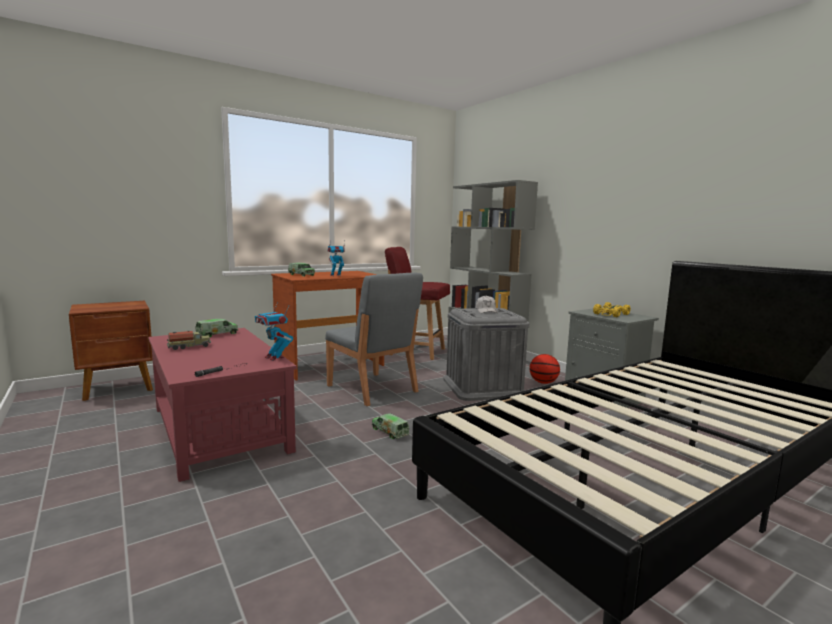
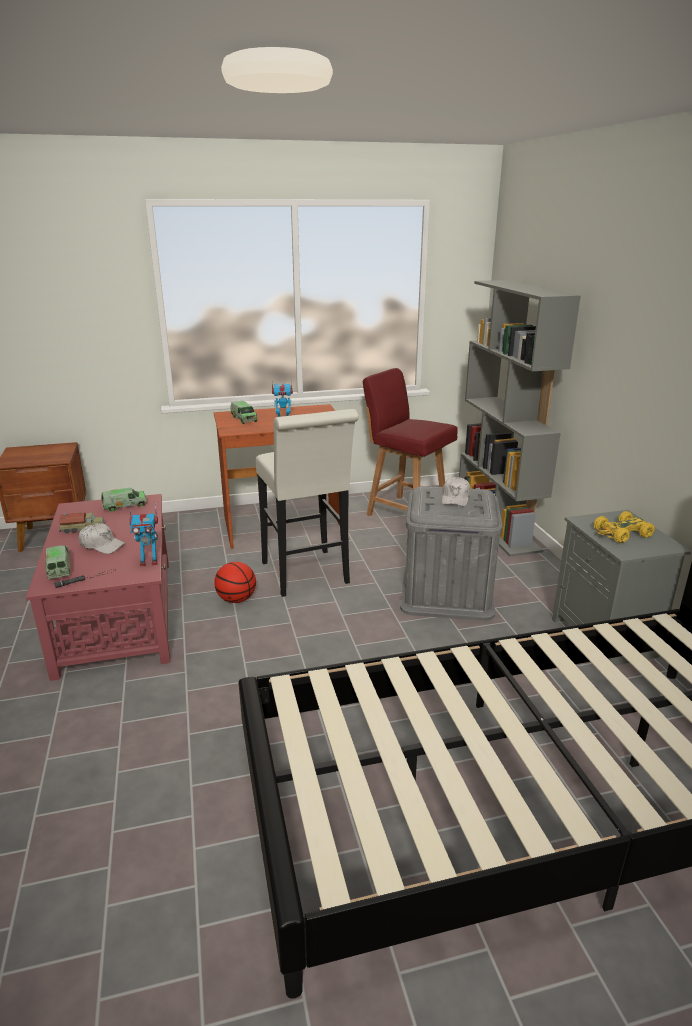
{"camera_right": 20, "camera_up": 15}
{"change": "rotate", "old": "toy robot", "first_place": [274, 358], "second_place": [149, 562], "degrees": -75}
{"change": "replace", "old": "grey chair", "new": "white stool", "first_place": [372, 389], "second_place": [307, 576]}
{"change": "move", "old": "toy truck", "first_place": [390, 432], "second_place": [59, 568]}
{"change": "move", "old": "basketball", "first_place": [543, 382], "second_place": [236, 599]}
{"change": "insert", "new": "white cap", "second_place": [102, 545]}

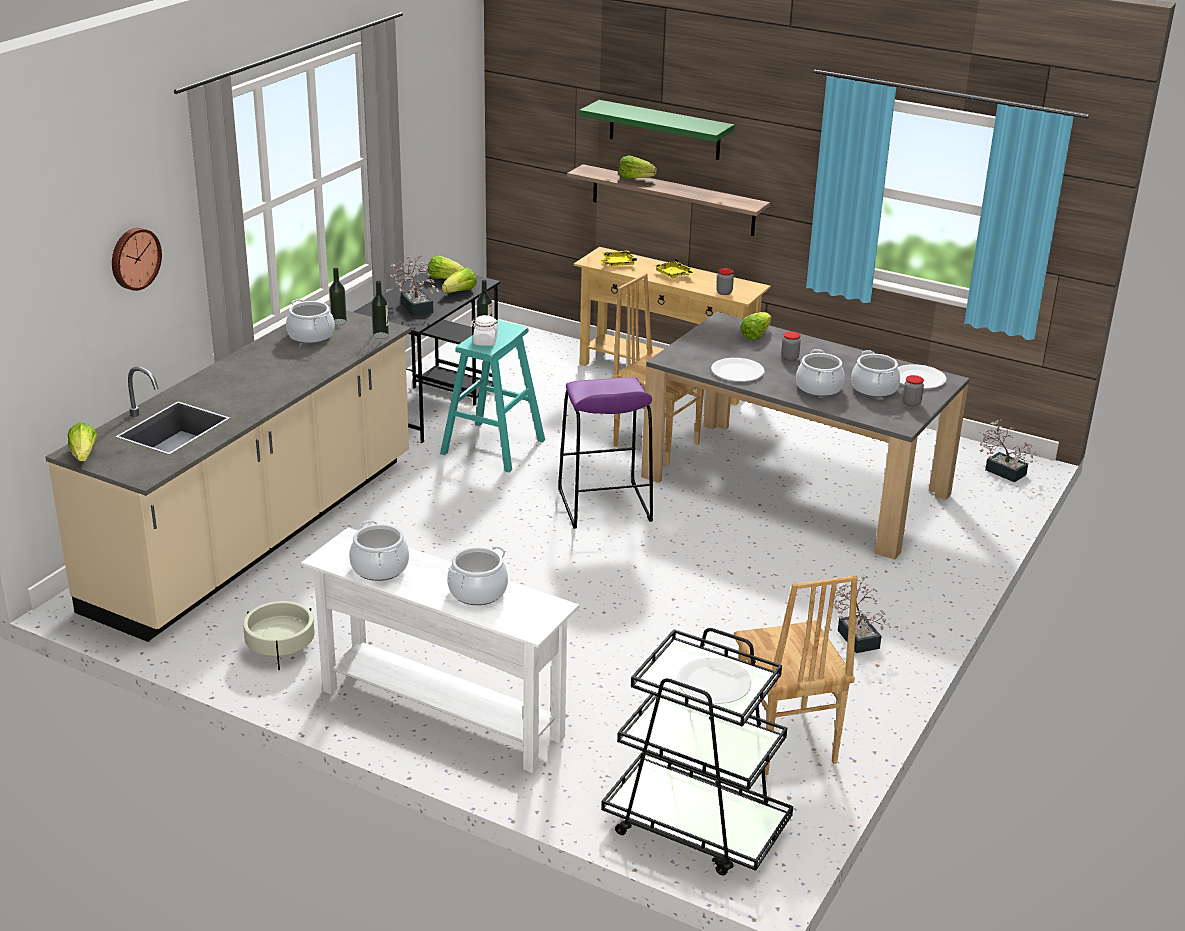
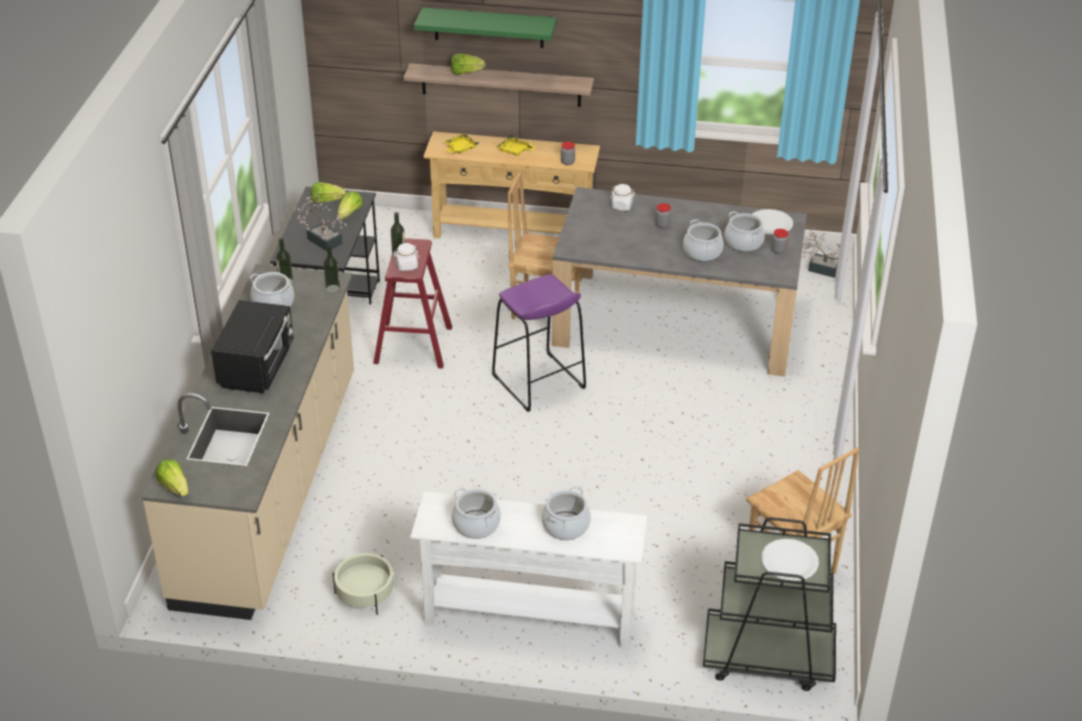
{"camera_right": -20, "camera_up": 10}
{"change": "delete", "old": "wall clock", "first_place": [134, 258]}
{"change": "recolor", "old": "turquoise stool", "new": "red stool", "first_place": [493, 447], "second_place": [413, 345]}
{"change": "delete", "old": "white plate", "first_place": [737, 371]}
{"change": "replace", "old": "lettuce", "new": "white jar", "first_place": [755, 335], "second_place": [622, 206]}
{"change": "delete", "old": "potted plant", "first_place": [856, 636]}
{"change": "insert", "new": "black microwave", "second_place": [258, 366]}

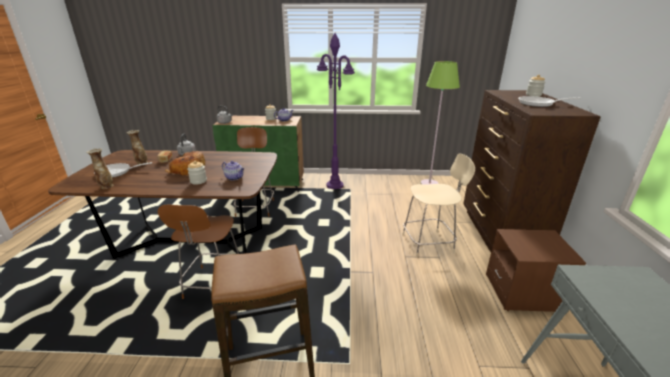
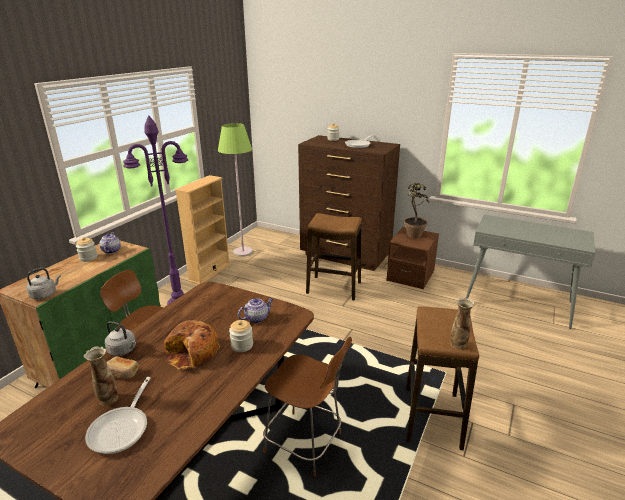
{"camera_right": -65, "camera_up": 0}
{"change": "move", "old": "vase", "first_place": [106, 186], "second_place": [458, 345]}
{"change": "replace", "old": "beige chair", "new": "stool", "first_place": [429, 243], "second_place": [334, 288]}
{"change": "insert", "new": "beige bookcase", "second_place": [210, 272]}
{"change": "insert", "new": "potted plant", "second_place": [412, 237]}

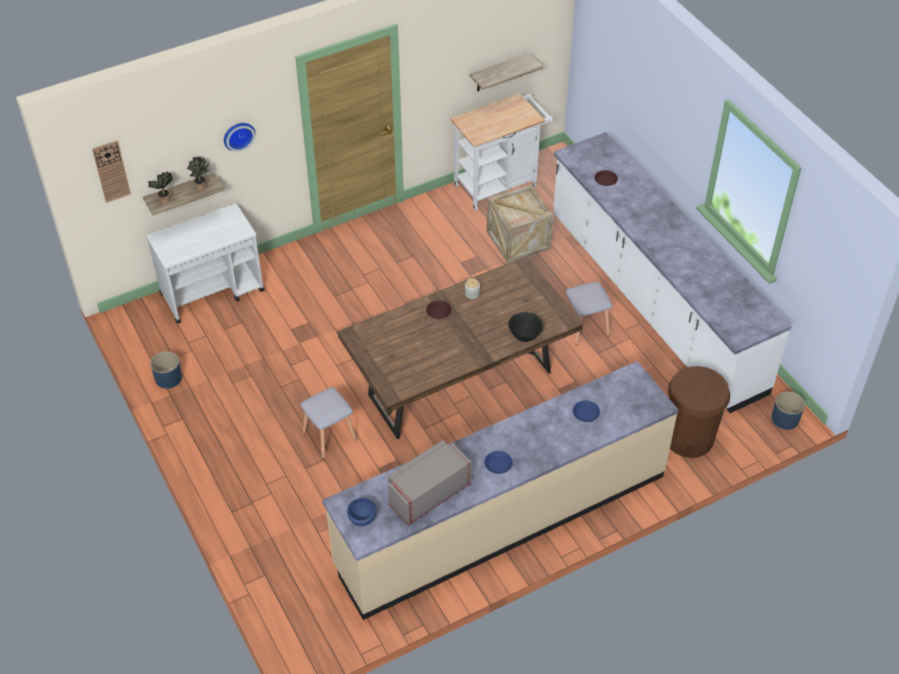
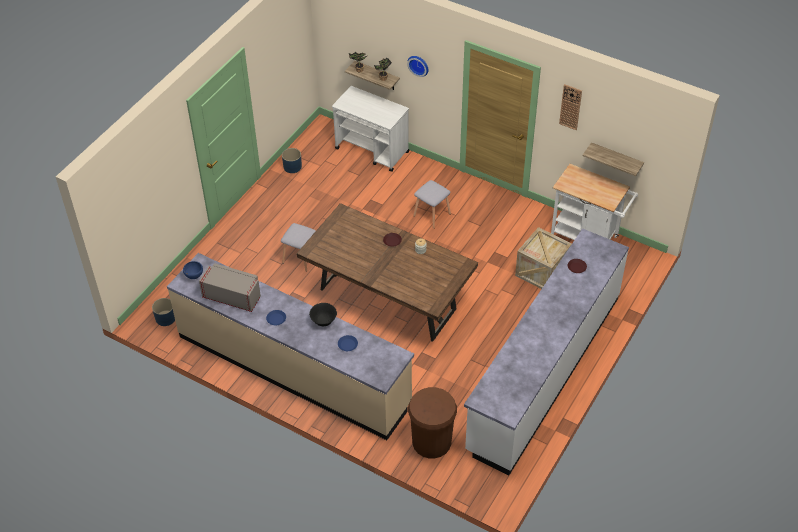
{"camera_right": 60, "camera_up": 0}
{"change": "move", "old": "wall clock", "first_place": [111, 171], "second_place": [570, 107]}
{"change": "move", "old": "black bowl", "first_place": [524, 336], "second_place": [323, 321]}
{"change": "move", "old": "grey stool", "first_place": [586, 327], "second_place": [432, 215]}
{"change": "move", "old": "blue planter", "first_place": [785, 419], "second_place": [165, 318]}

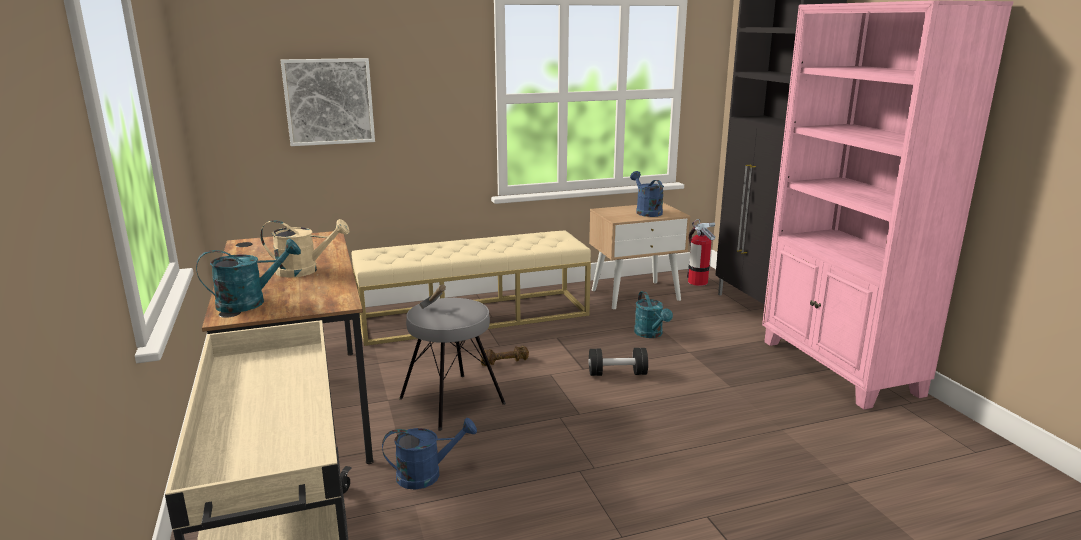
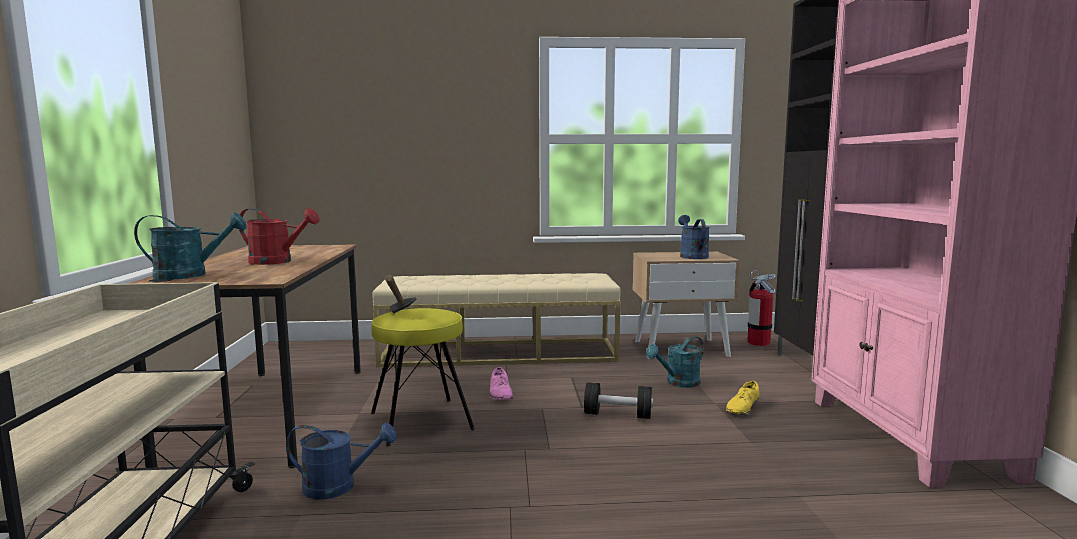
{"camera_right": 15, "camera_up": -10}
{"change": "recolor", "old": "beige watering can", "new": "red watering can", "first_place": [305, 270], "second_place": [277, 262]}
{"change": "delete", "old": "picture", "first_place": [329, 101]}
{"change": "recolor", "old": "grey stool", "new": "yellow stool", "first_place": [452, 401], "second_place": [422, 421]}
{"change": "replace", "old": "brown dumbbell", "new": "pink shoe", "first_place": [504, 362], "second_place": [500, 393]}
{"change": "rotate", "old": "turquoise watering can", "first_place": [651, 334], "second_place": [678, 383], "degrees": 60}
{"change": "insert", "new": "yellow shoe", "second_place": [743, 407]}

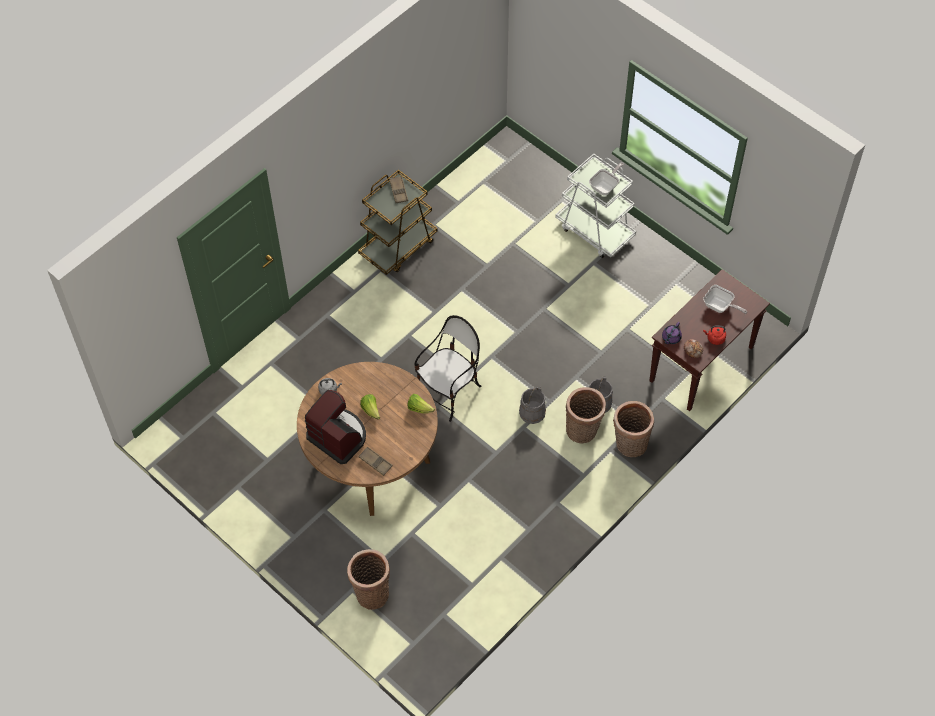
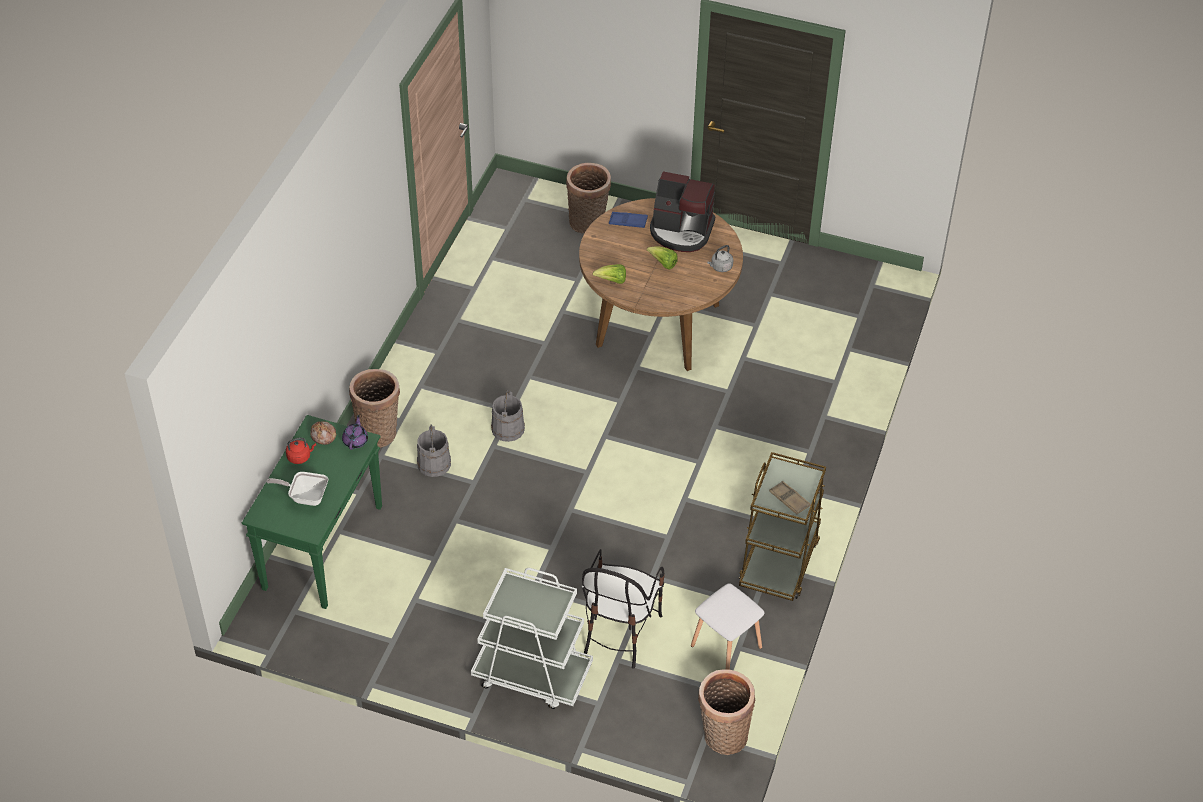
{"camera_right": 155, "camera_up": -10}
{"change": "recolor", "old": "brown tray", "new": "blue tray", "first_place": [375, 462], "second_place": [628, 222]}
{"change": "move", "old": "chair", "first_place": [449, 392], "second_place": [620, 632]}
{"change": "move", "old": "basket", "first_place": [583, 431], "second_place": [722, 735]}
{"change": "delete", "old": "frying pan", "first_place": [605, 186]}
{"change": "recolor", "old": "brown console table", "new": "green console table", "first_place": [701, 365], "second_place": [323, 546]}
{"change": "insert", "new": "white stool", "second_place": [725, 646]}

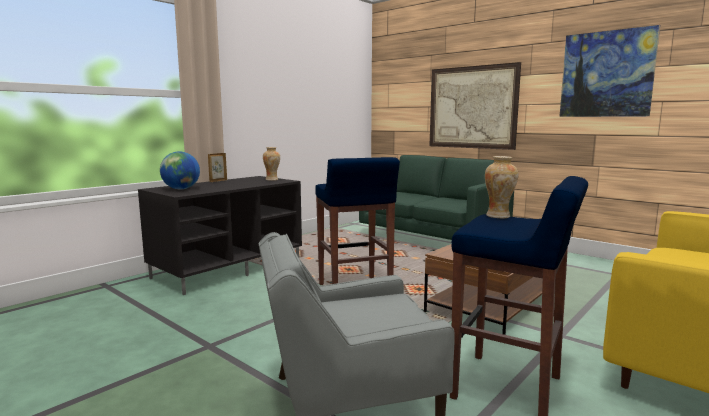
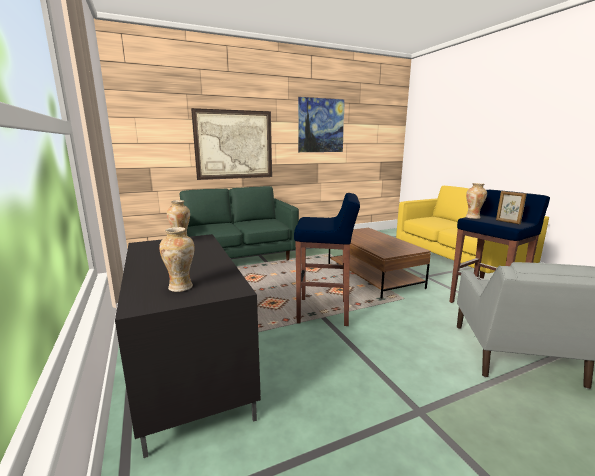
{"camera_right": -65, "camera_up": 5}
{"change": "replace", "old": "globe", "new": "vase", "first_place": [181, 189], "second_place": [181, 287]}
{"change": "move", "old": "picture frame", "first_place": [218, 181], "second_place": [507, 222]}

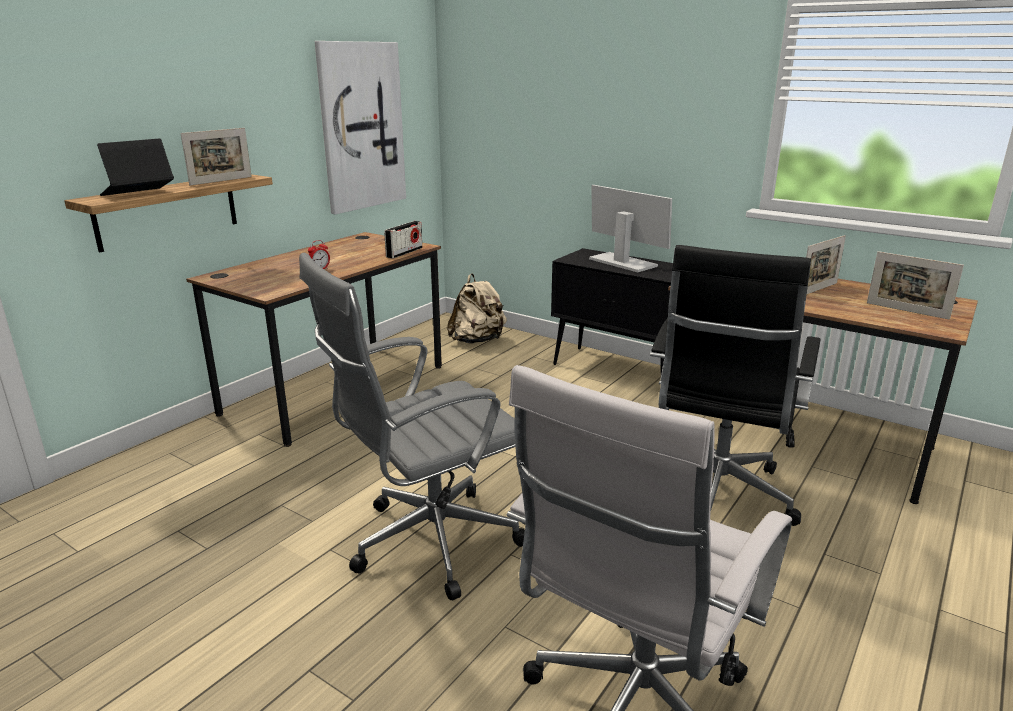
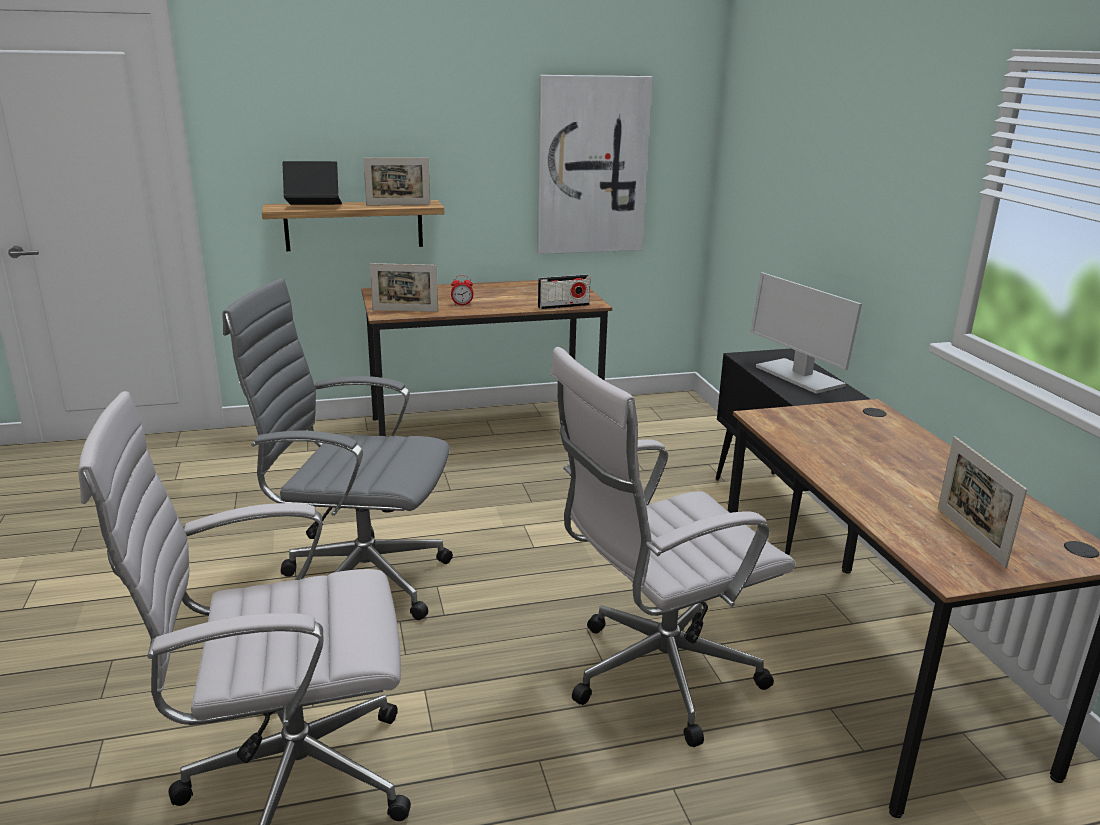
{"camera_right": 40, "camera_up": 0}
{"change": "delete", "old": "beige backpack", "first_place": [477, 341]}
{"change": "rotate", "old": "monitor", "first_place": [623, 263], "second_place": [798, 376], "degrees": 150}
{"change": "recolor", "old": "black office chair", "new": "white office chair", "first_place": [715, 498], "second_place": [655, 676]}
{"change": "move", "old": "picture frame", "first_place": [818, 289], "second_place": [405, 310]}

